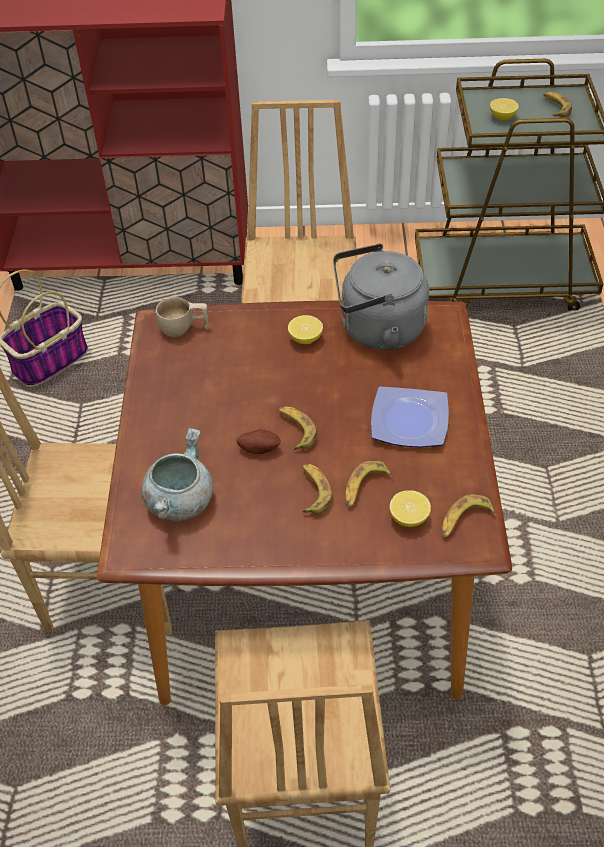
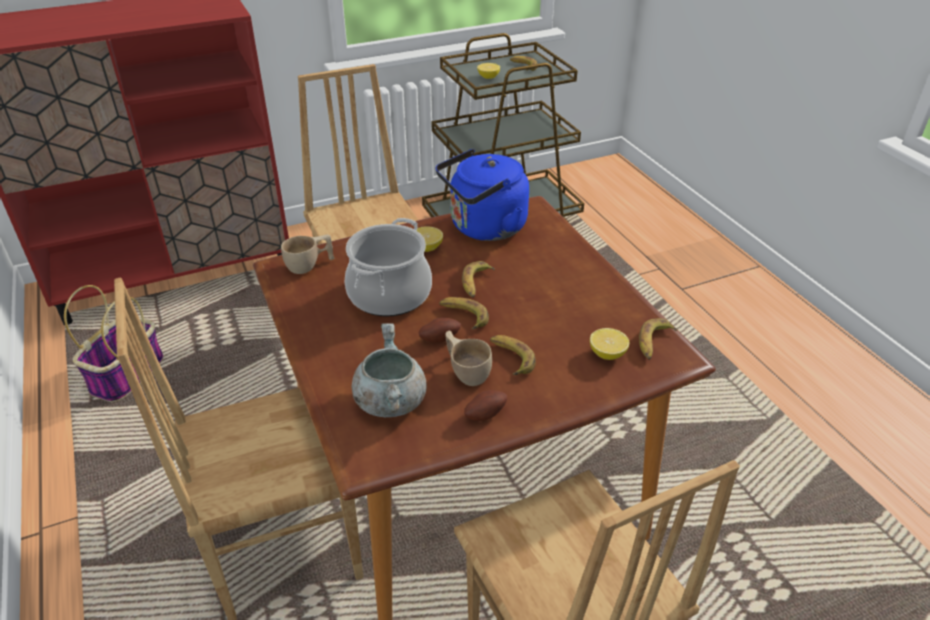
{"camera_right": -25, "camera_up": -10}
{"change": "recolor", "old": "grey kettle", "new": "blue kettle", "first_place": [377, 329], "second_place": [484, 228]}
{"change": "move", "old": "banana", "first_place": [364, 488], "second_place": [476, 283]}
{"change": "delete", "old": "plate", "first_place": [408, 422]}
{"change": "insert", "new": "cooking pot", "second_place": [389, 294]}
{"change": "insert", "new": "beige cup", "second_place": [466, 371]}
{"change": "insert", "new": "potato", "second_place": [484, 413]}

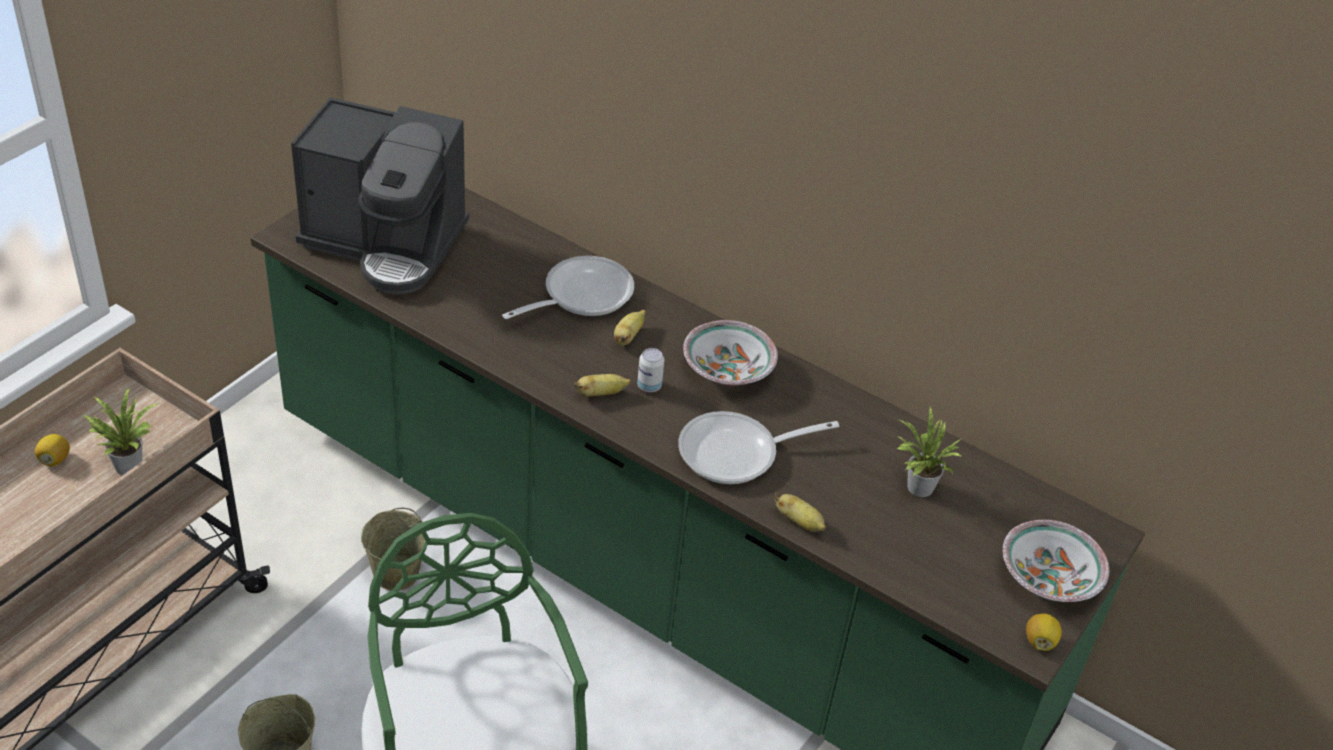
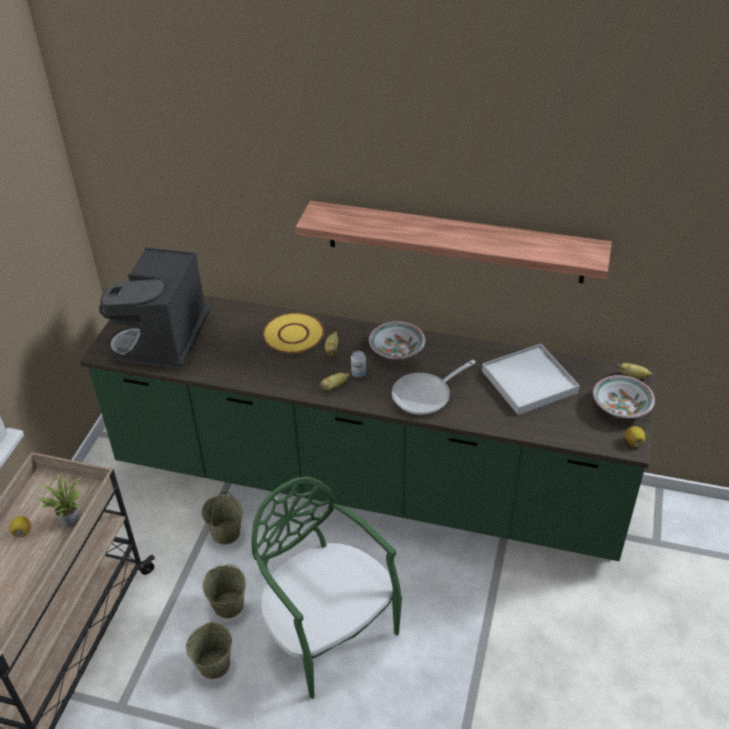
{"camera_right": -15, "camera_up": 0}
{"change": "rotate", "old": "coffee machine", "first_place": [386, 243], "second_place": [164, 339], "degrees": 105}
{"change": "replace", "old": "frying pan", "new": "yellow plate", "first_place": [581, 295], "second_place": [293, 334]}
{"change": "move", "old": "banana", "first_place": [799, 522], "second_place": [633, 376]}
{"change": "replace", "old": "potted plant", "new": "white tray", "first_place": [916, 487], "second_place": [529, 382]}
{"change": "insert", "new": "beige bucket", "second_place": [228, 605]}
{"change": "insert", "new": "shelf", "second_place": [454, 242]}

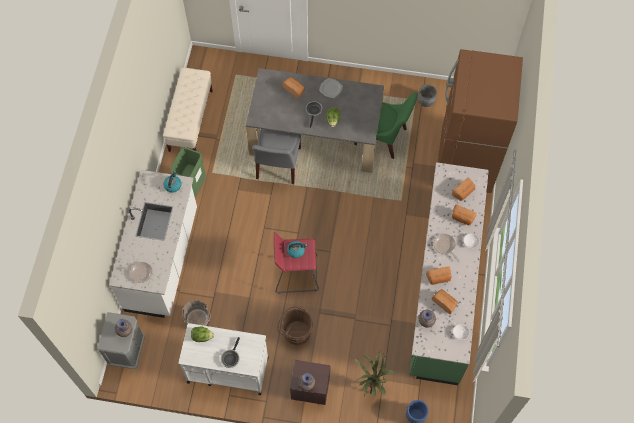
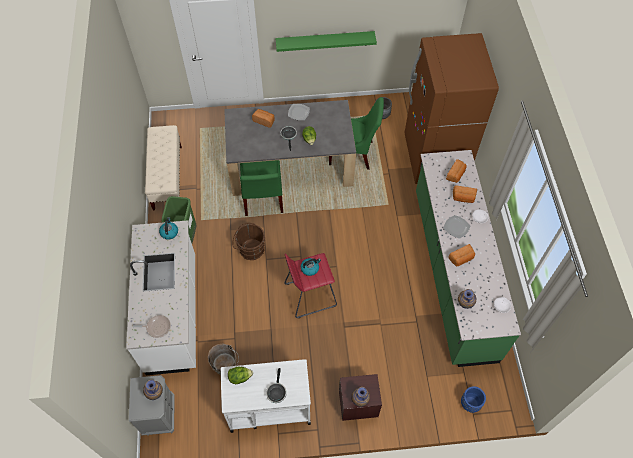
{"camera_right": -15, "camera_up": -5}
{"change": "recolor", "old": "grey chair", "new": "green chair", "first_place": [277, 165], "second_place": [262, 199]}
{"change": "move", "old": "brown bucket", "first_place": [295, 331], "second_place": [250, 249]}
{"change": "delete", "old": "potted plant", "first_place": [371, 387]}
{"change": "delete", "old": "bread", "first_place": [444, 303]}
{"change": "replace", "old": "frying pan", "new": "plate", "first_place": [445, 246], "second_place": [456, 227]}
{"change": "insert", "new": "green shelf", "second_place": [325, 41]}

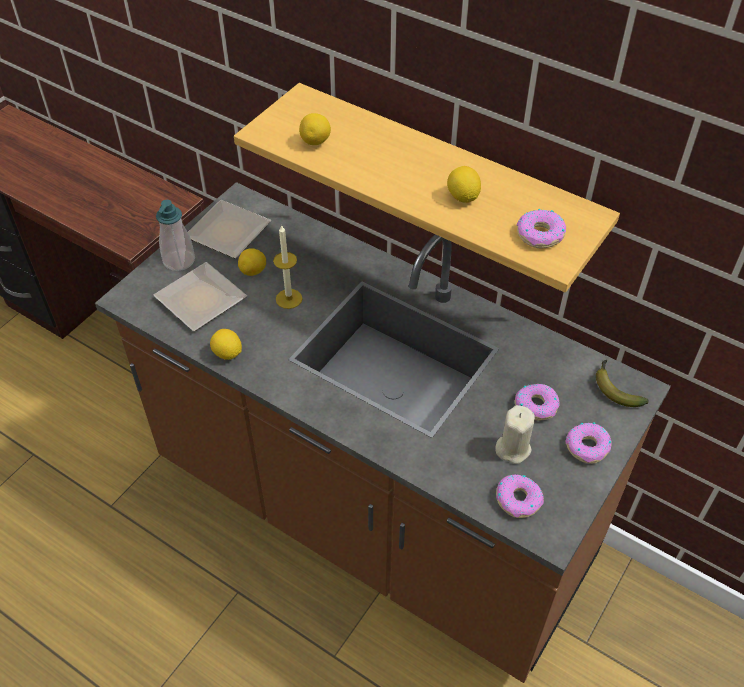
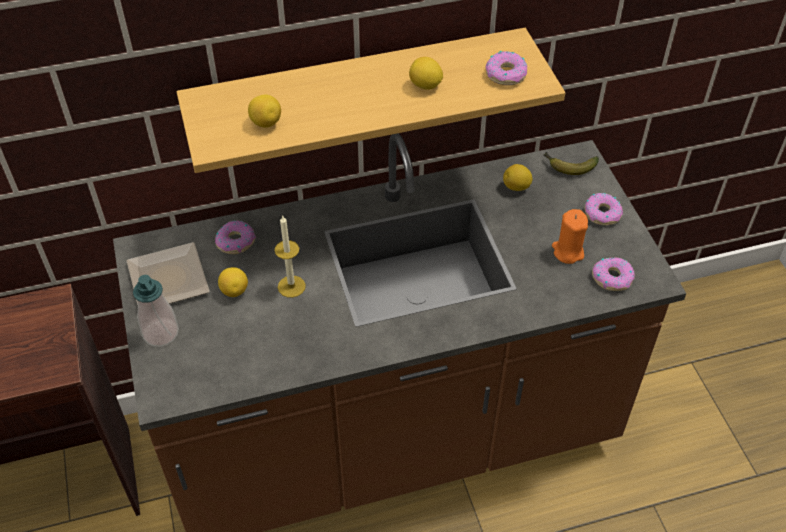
{"camera_right": -50, "camera_up": 0}
{"change": "delete", "old": "plate", "first_place": [197, 299]}
{"change": "move", "old": "lemon", "first_place": [227, 354], "second_place": [516, 187]}
{"change": "recolor", "old": "beige candle", "new": "orange candle", "first_place": [513, 448], "second_place": [567, 251]}
{"change": "move", "old": "donut", "first_place": [536, 406], "second_place": [235, 241]}

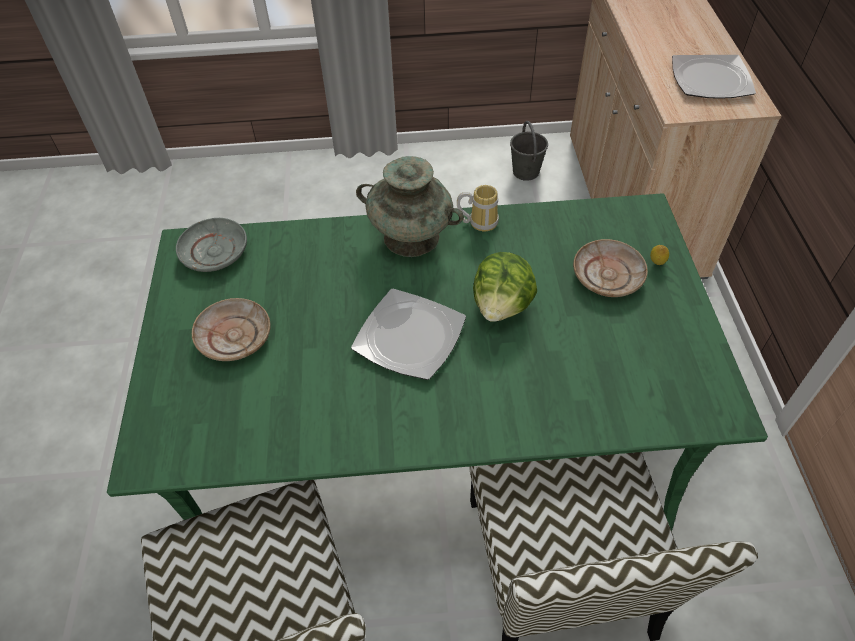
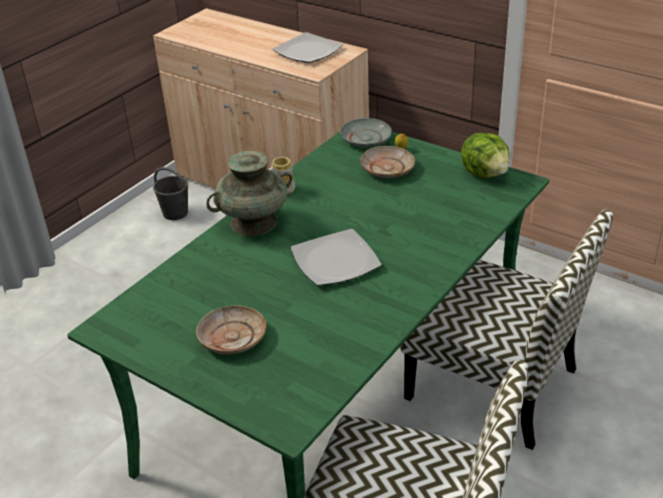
{"camera_right": -50, "camera_up": -15}
{"change": "move", "old": "grey plate", "first_place": [215, 252], "second_place": [366, 139]}
{"change": "move", "old": "lettuce", "first_place": [502, 305], "second_place": [485, 173]}

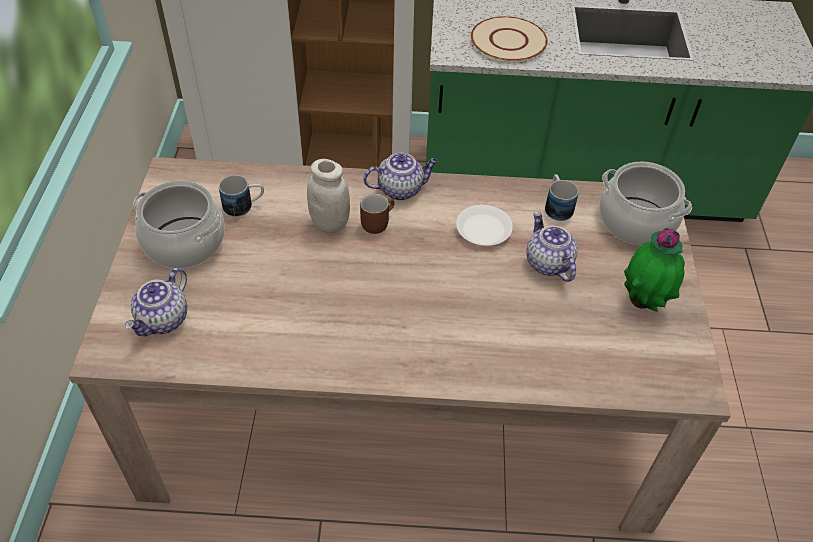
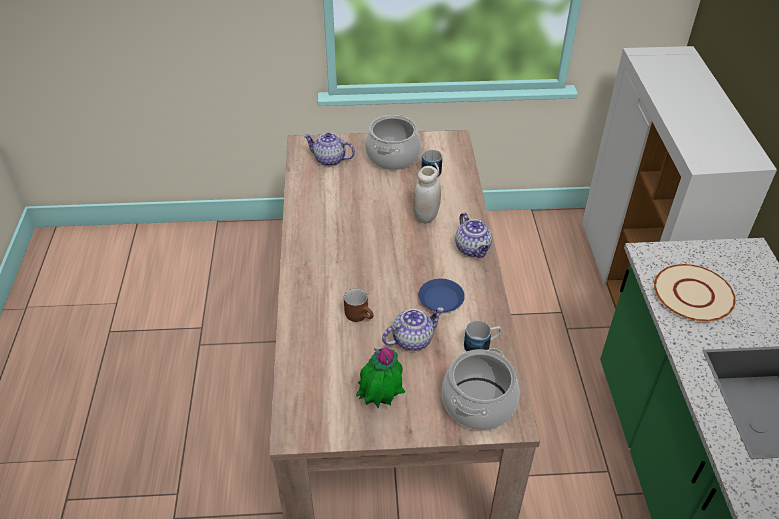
{"camera_right": 85, "camera_up": -5}
{"change": "move", "old": "brown mug", "first_place": [376, 222], "second_place": [360, 315]}
{"change": "recolor", "old": "white plate", "new": "blue plate", "first_place": [484, 229], "second_place": [441, 299]}

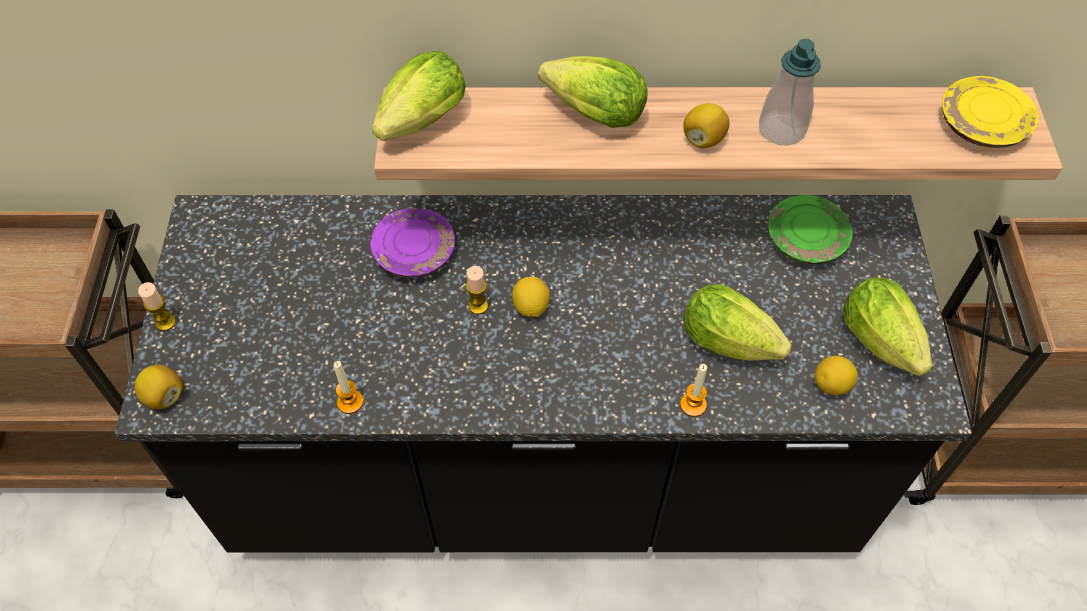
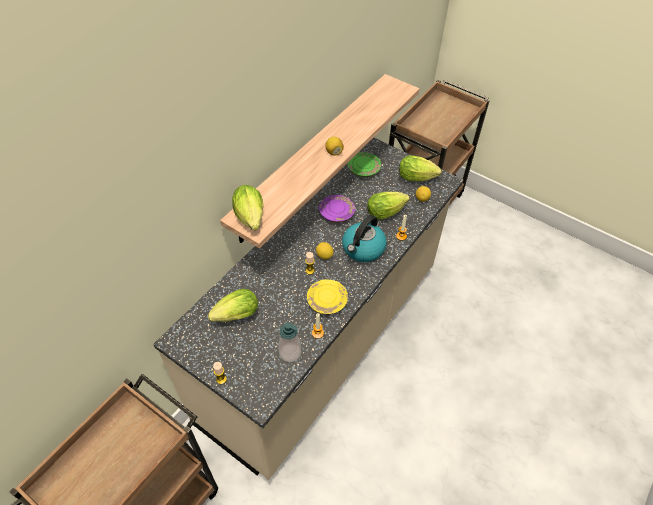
{"camera_right": -55, "camera_up": -5}
{"change": "recolor", "old": "black counter", "new": "beige counter", "first_place": [543, 477], "second_place": [324, 344]}
{"change": "delete", "old": "lemon", "first_place": [164, 396]}
{"change": "move", "old": "purple plate", "first_place": [414, 252], "second_place": [336, 213]}
{"change": "move", "old": "lettuce", "first_place": [589, 112], "second_place": [234, 316]}
{"change": "move", "old": "soap dispenser", "first_place": [781, 129], "second_place": [290, 352]}
{"change": "move", "old": "yellow plate", "first_place": [982, 125], "second_place": [327, 301]}
{"change": "insert", "new": "kettle", "second_place": [363, 249]}

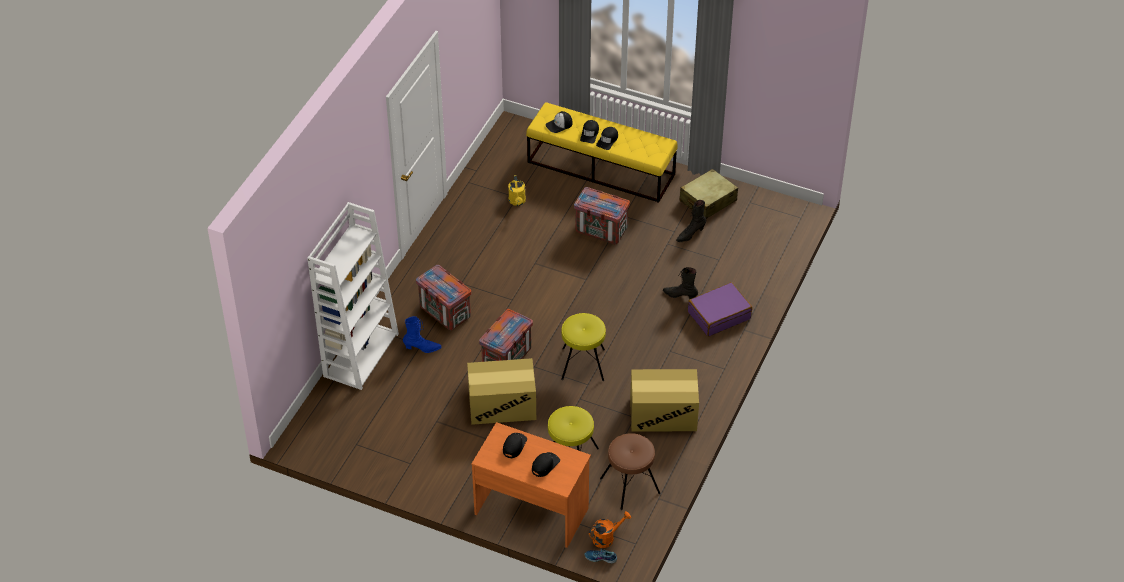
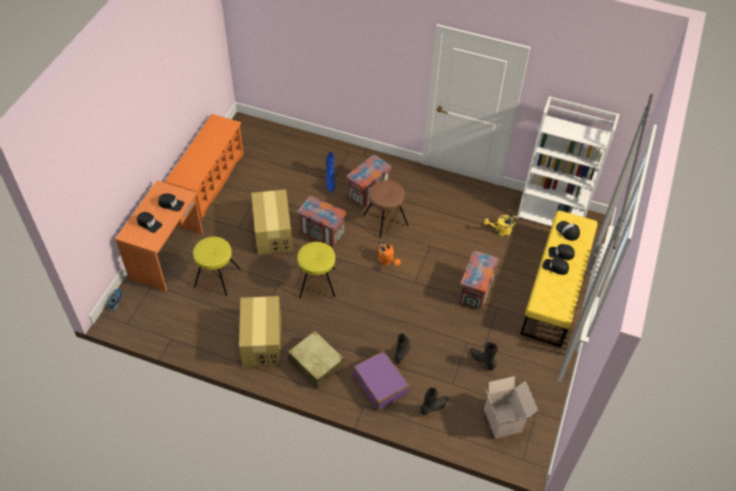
{"camera_right": 85, "camera_up": 5}
{"change": "move", "old": "white bookcase", "first_place": [361, 354], "second_place": [552, 214]}
{"change": "move", "old": "orange watering can", "first_place": [607, 537], "second_place": [387, 261]}
{"change": "move", "old": "brown stool", "first_place": [630, 486], "second_place": [385, 220]}
{"change": "move", "old": "beige suitcase", "first_place": [707, 201], "second_place": [316, 363]}
{"change": "insert", "new": "orange shoe rack", "second_place": [209, 181]}
{"change": "insert", "new": "black boot", "second_place": [434, 407]}
{"change": "insert", "new": "cardboard box", "second_place": [504, 421]}

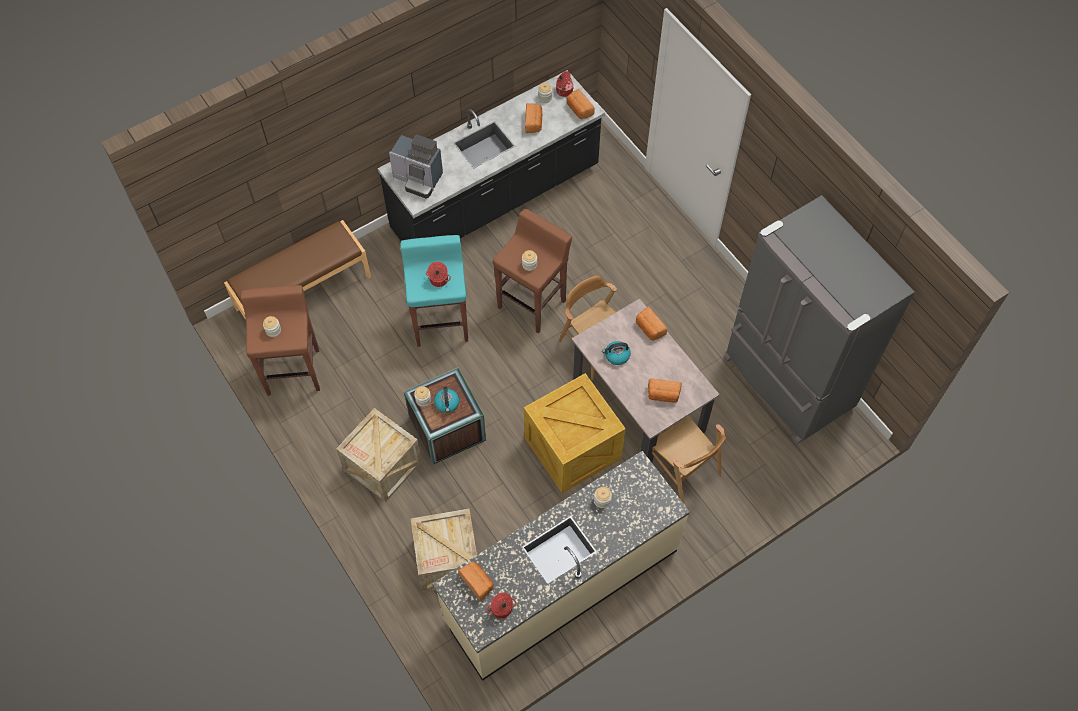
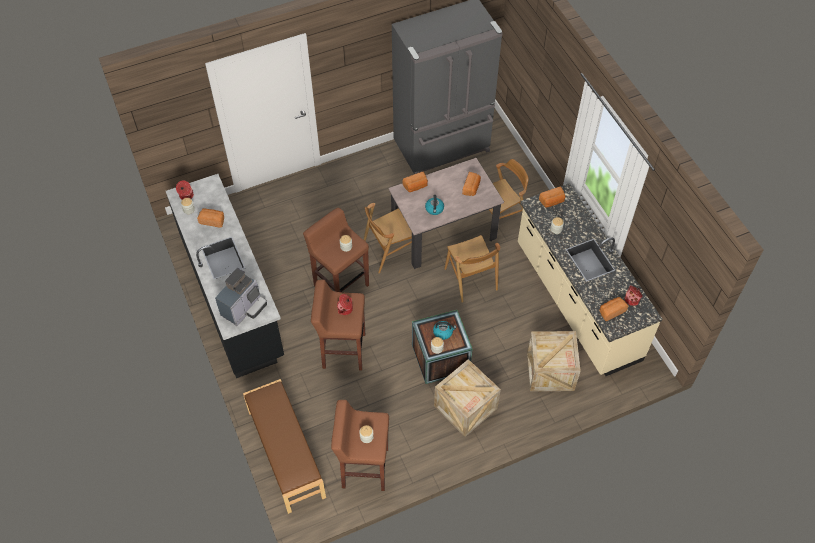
{"camera_right": -80, "camera_up": -5}
{"change": "recolor", "old": "turquoise stool", "new": "brown stool", "first_place": [441, 322], "second_place": [343, 351]}
{"change": "replace", "old": "crate", "new": "brown chair", "first_place": [571, 448], "second_place": [470, 279]}
{"change": "move", "old": "bread", "first_place": [579, 110], "second_place": [552, 201]}

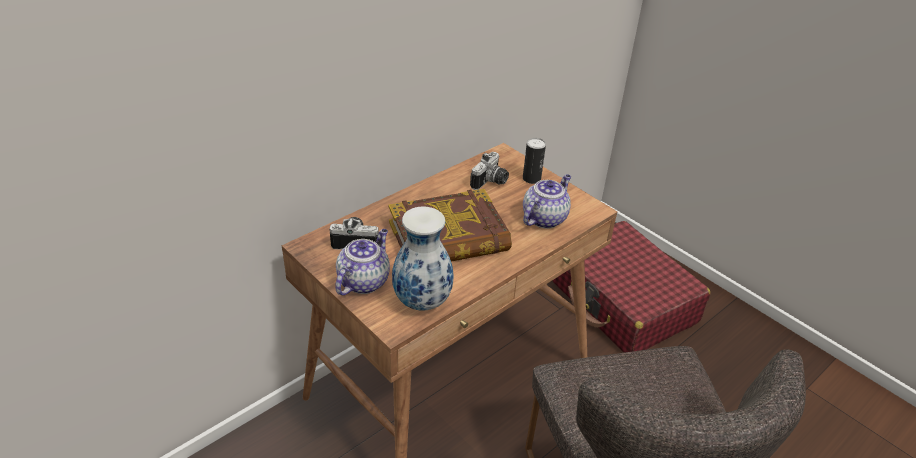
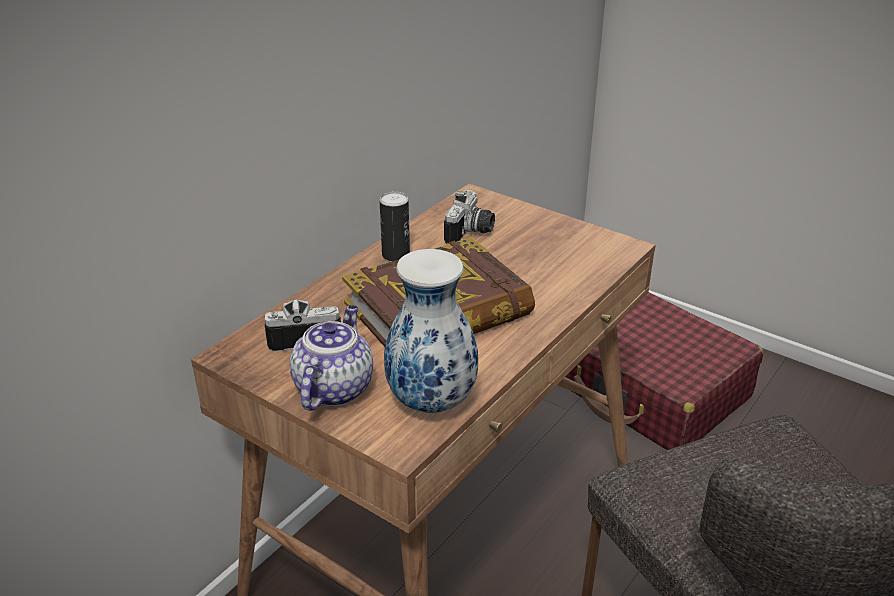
{"camera_right": -10, "camera_up": -5}
{"change": "move", "old": "can", "first_place": [531, 178], "second_place": [396, 255]}
{"change": "delete", "old": "teapot", "first_place": [544, 218]}

